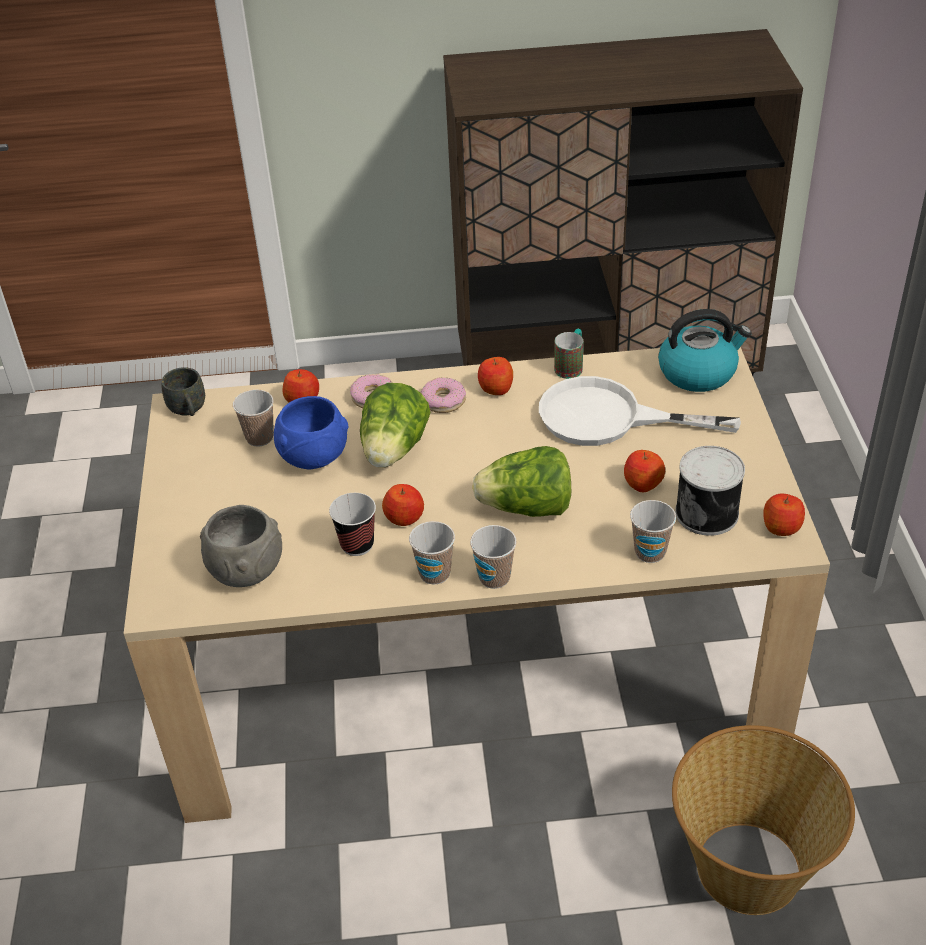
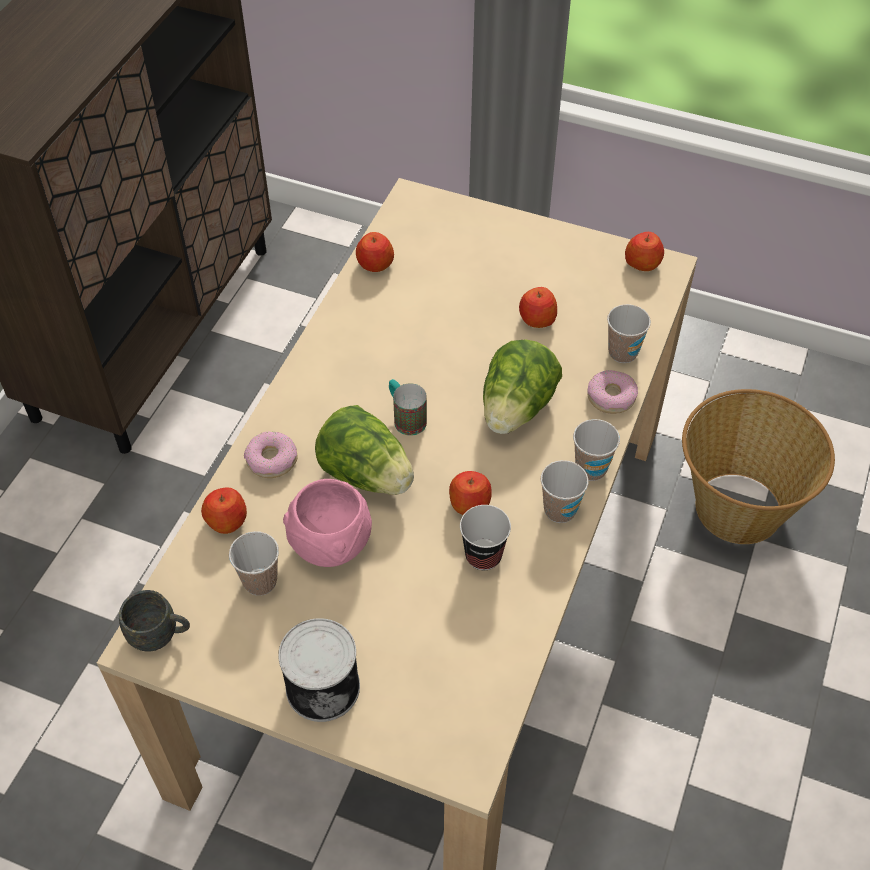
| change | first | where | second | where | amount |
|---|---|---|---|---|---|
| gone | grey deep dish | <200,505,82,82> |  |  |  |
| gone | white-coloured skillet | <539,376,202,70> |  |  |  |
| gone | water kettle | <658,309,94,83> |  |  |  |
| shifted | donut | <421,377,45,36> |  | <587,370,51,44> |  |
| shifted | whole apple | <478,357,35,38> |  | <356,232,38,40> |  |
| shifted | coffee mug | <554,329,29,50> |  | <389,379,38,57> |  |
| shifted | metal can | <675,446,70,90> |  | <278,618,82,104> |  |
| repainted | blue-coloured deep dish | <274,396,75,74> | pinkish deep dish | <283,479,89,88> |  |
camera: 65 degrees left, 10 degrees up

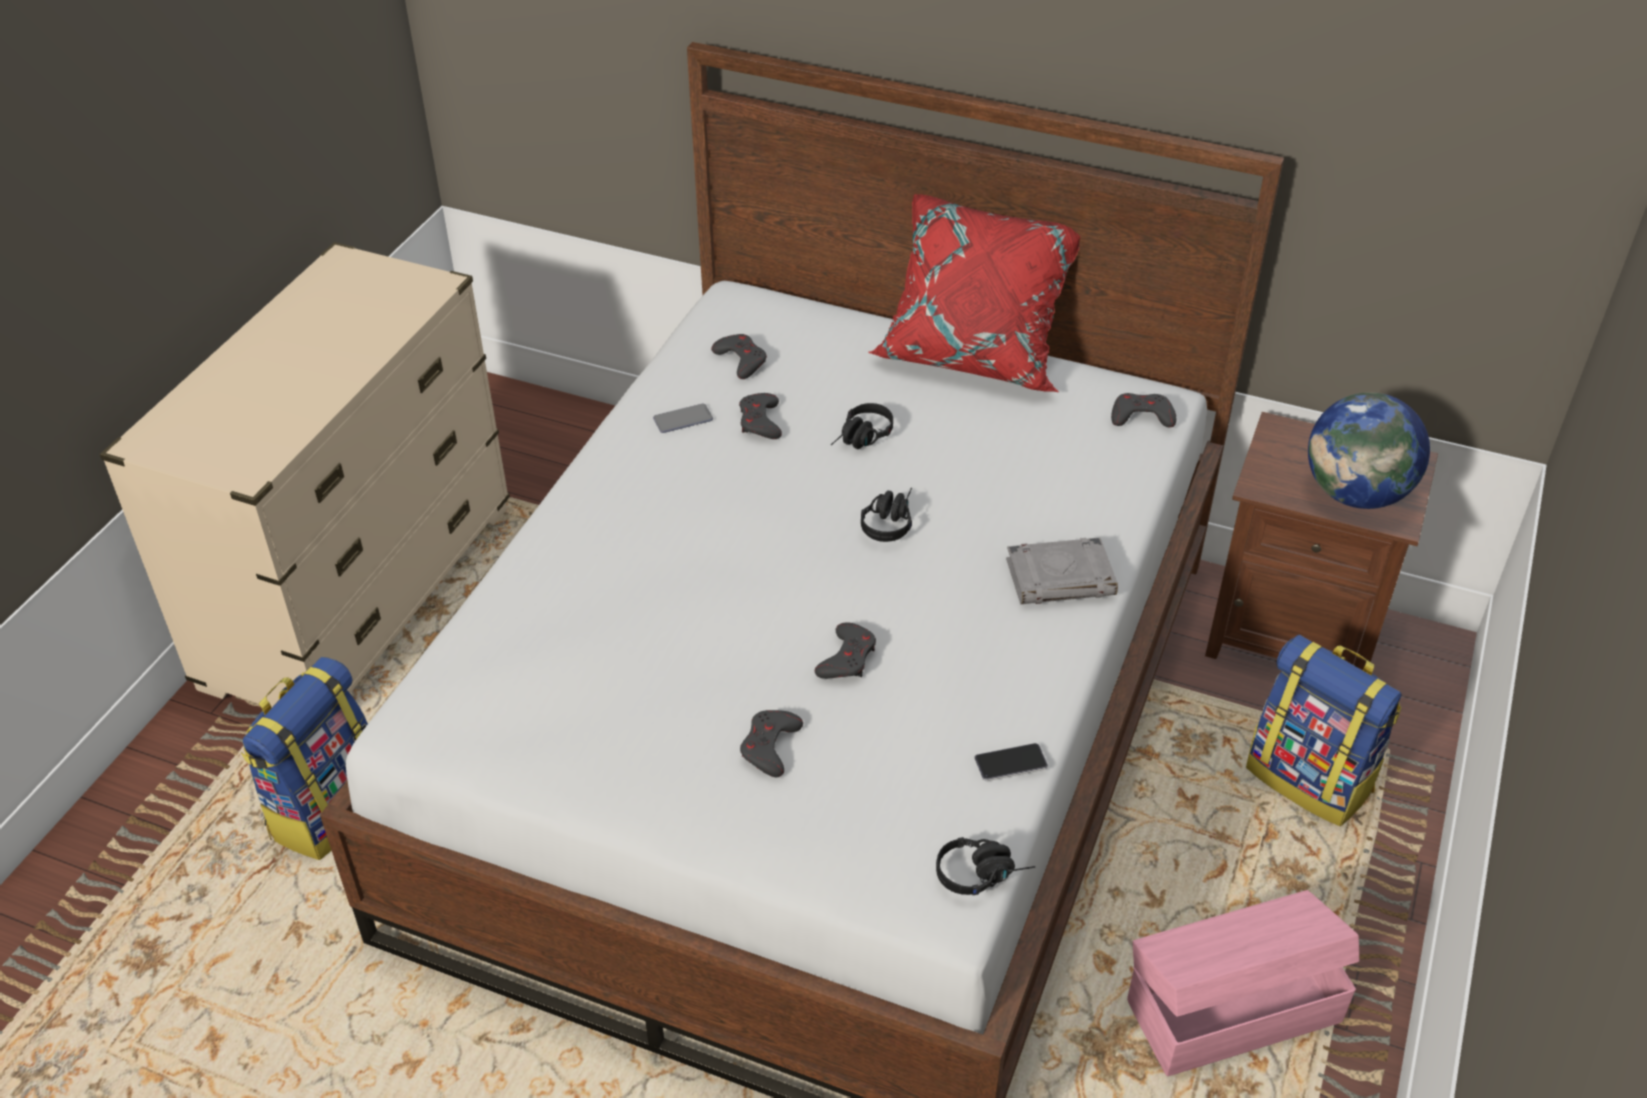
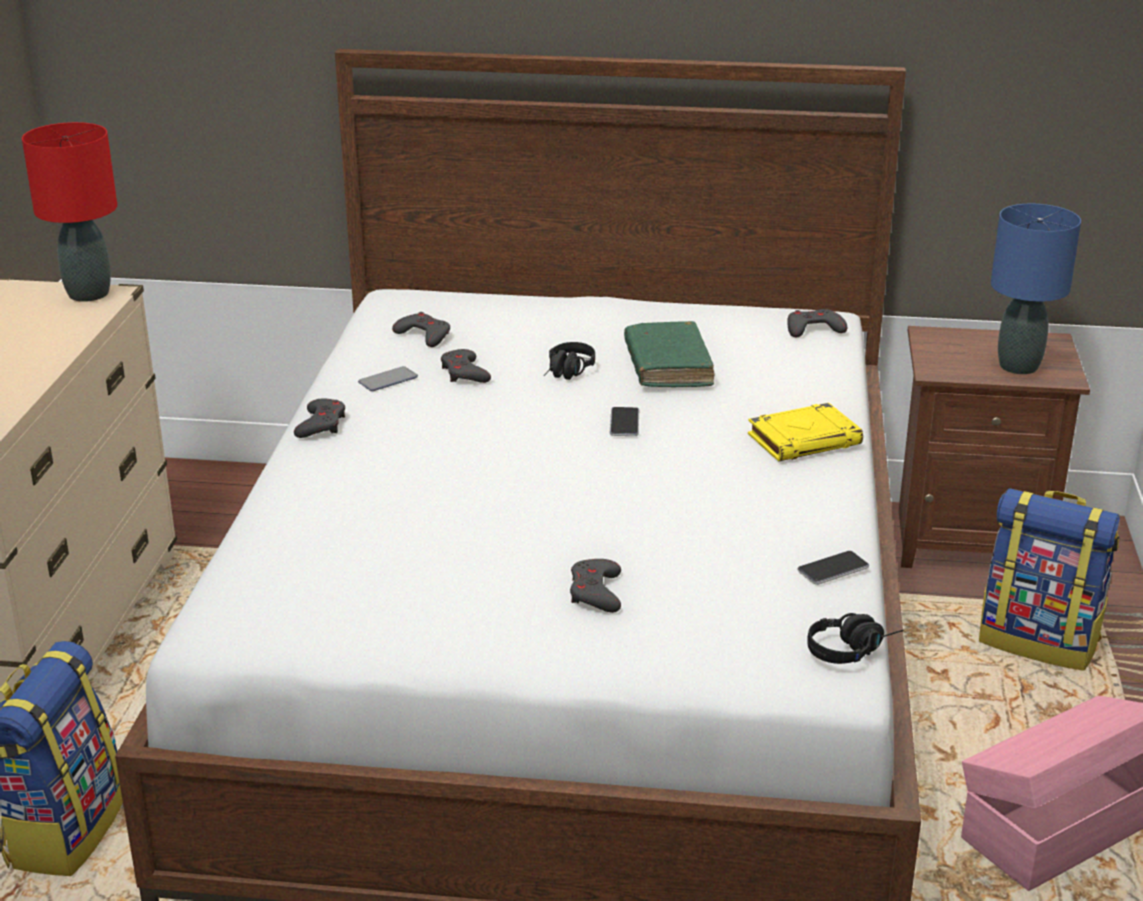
| change | first | where | second | where | amount |
|---|---|---|---|---|---|
| gone | reddish throw pillow | <868,194,212,198> |  |  |  |
| new |  |  | reddish table lamp | <22,122,95,180> |  |
| new |  |  | green book | <624,321,90,66> |  |
| shifted | grey joypad | <815,623,61,56> |  | <294,398,51,40> |  |
| swapped | blackish pair of headphones | <861,488,51,54> | phone | <610,407,29,29> |  |
| swapped | desk globe | <1308,392,122,117> | blue-coloured table lamp | <991,204,90,170> |  |
| repainted | grey book | <1006,538,112,66> | yellow-coloured book | <748,403,115,58> |  |
camera: 15 degrees left, 15 degrees down

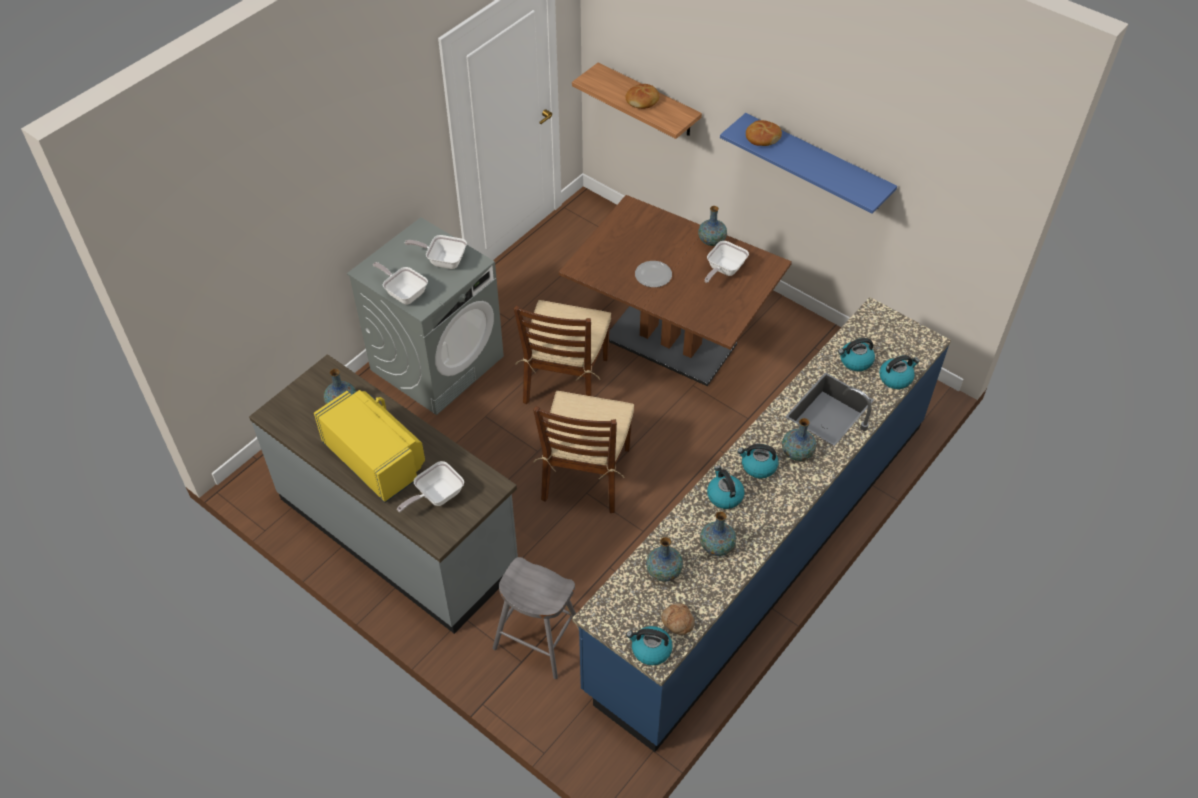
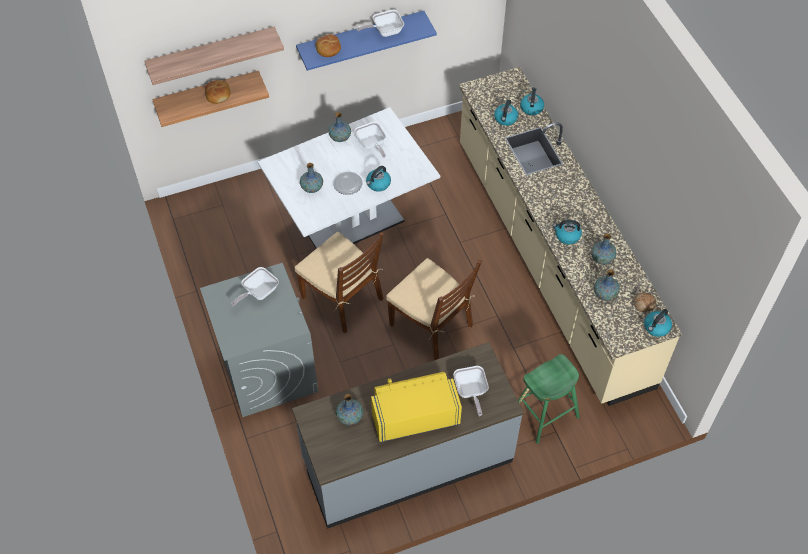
| change | first | where | second | where | amount |
|---|---|---|---|---|---|
| new |  |  | bracket shelf | <144,26,140,59> |  |
| shifted | skillet | <373,262,55,43> |  | <357,10,47,27> |  |
| shifted | water kettle | <738,444,40,35> |  | <366,166,25,25> |  |
| shifted | flower vase | <782,418,34,43> |  | <300,163,23,30> |  |
| repainted | grey sitting stool | <493,557,86,122> | green sitting stool | <518,354,62,90> |  |
| repainted | brownish kitchen table | <559,195,233,191> | white-coloured kitchen table | <258,107,182,142> |  |
| repainted | blue-coloured kitchen base unit | <572,297,379,455> | beige-coloured kitchen base unit | <459,67,223,339> |  |
camera: 60 degrees left, 5 degrees up

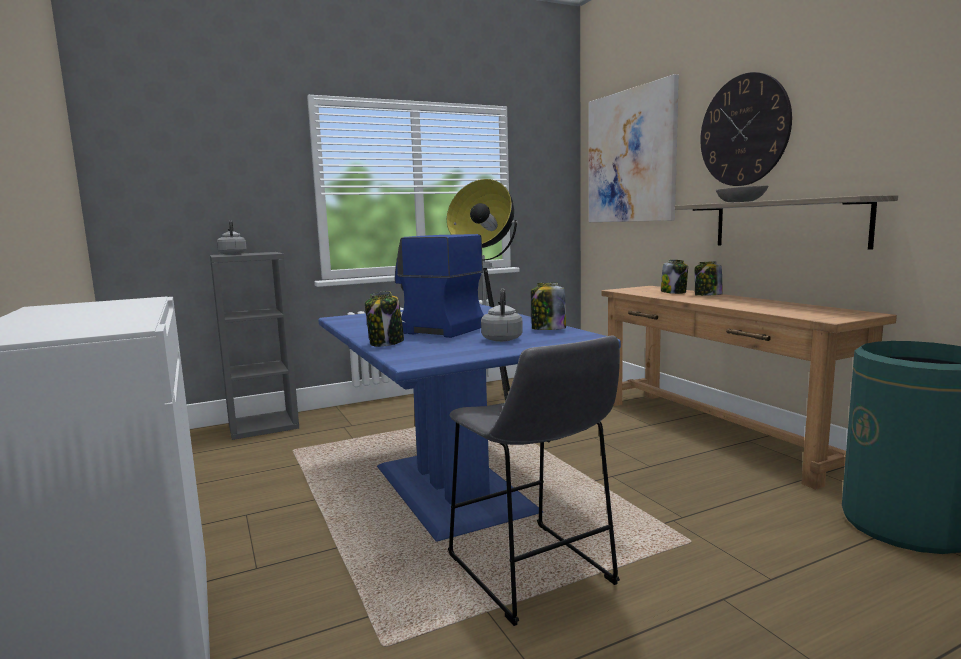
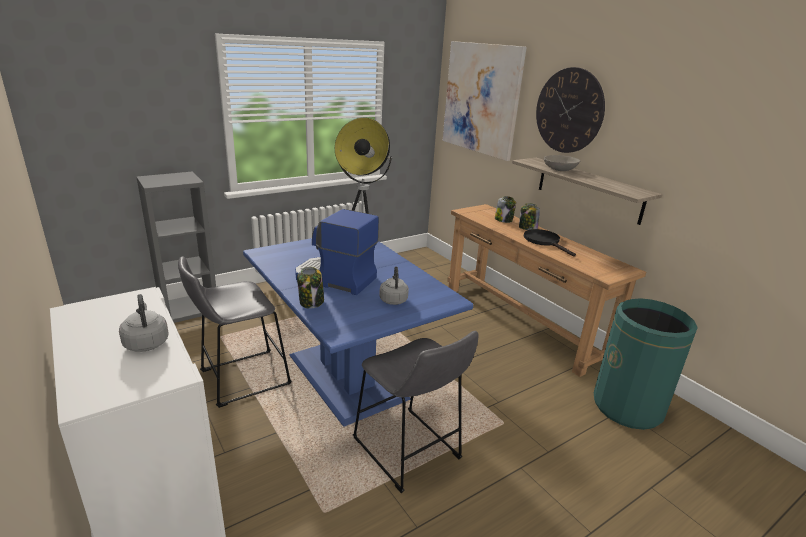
| change | first | where | second | where | amount |
|---|---|---|---|---|---|
| gone | storage jar | <531,282,35,48> |  |  |  |
| new |  |  | grey sitting stool | <178,256,114,152> |  |
| new |  |  | blackish skillet | <524,229,52,28> |  |
| shifted | grey water kettle | <217,220,30,35> |  | <119,294,50,58> |  |
camera: 10 degrees left, 15 degrees up

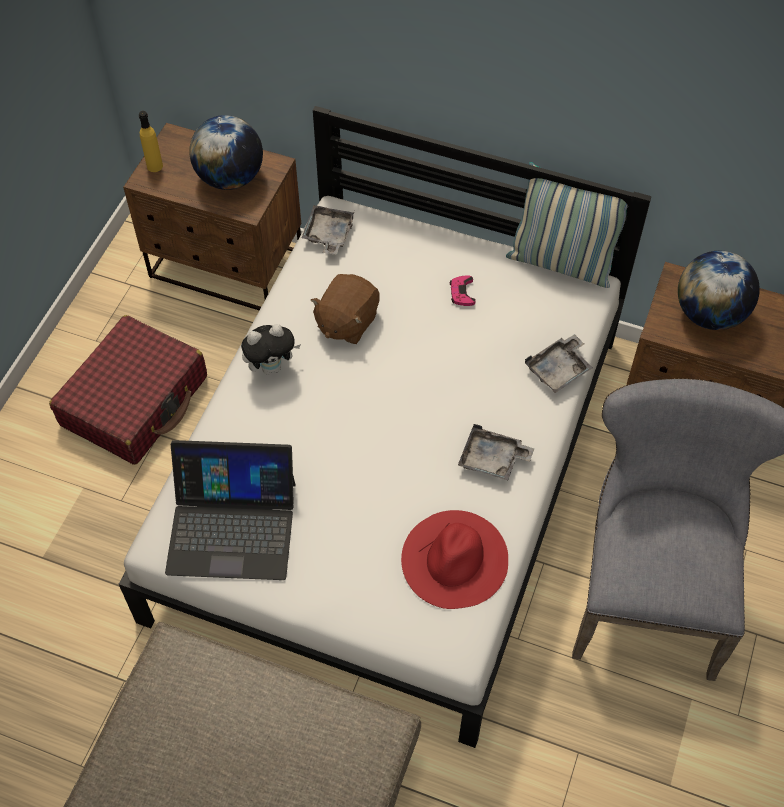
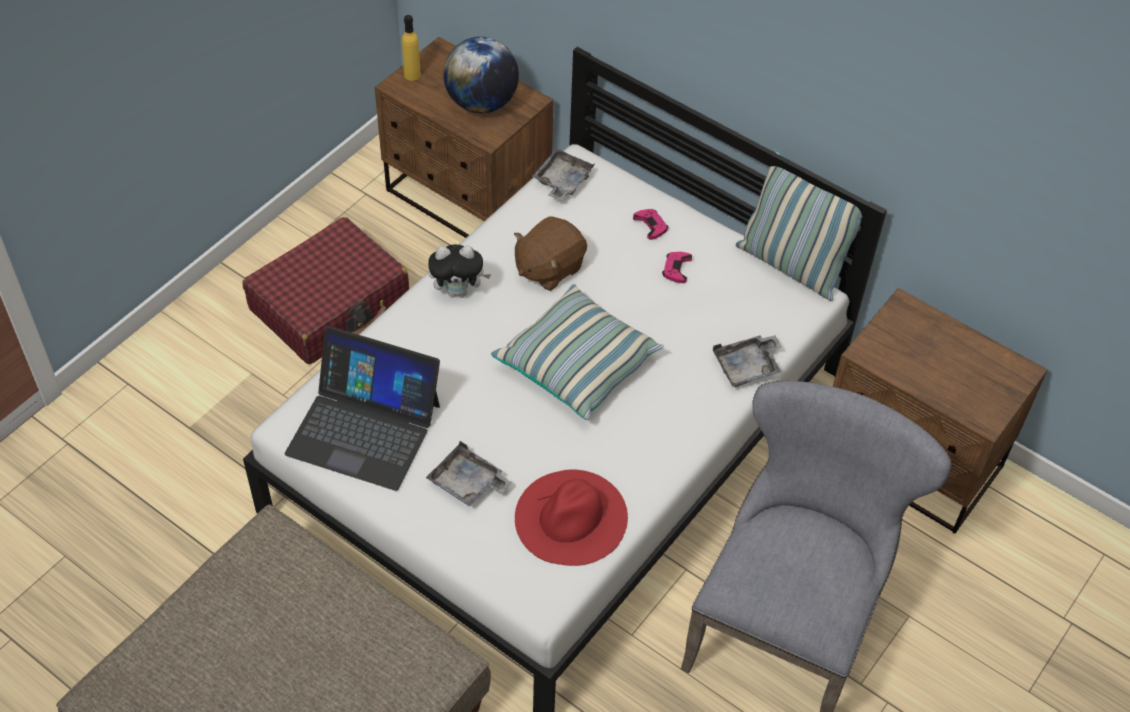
| change | first | where | second | where | amount |
|---|---|---|---|---|---|
| gone | desk globe | <678,251,82,79> |  |  |  |
| new |  |  | throw pillow | <491,284,173,136> |  |
| new |  |  | pinkish joypad | <633,209,35,31> |  |
| shifted | grey carrying tray | <458,424,76,56> |  | <426,441,86,66> |  |
camera: 15 degrees right, 5 degrees down

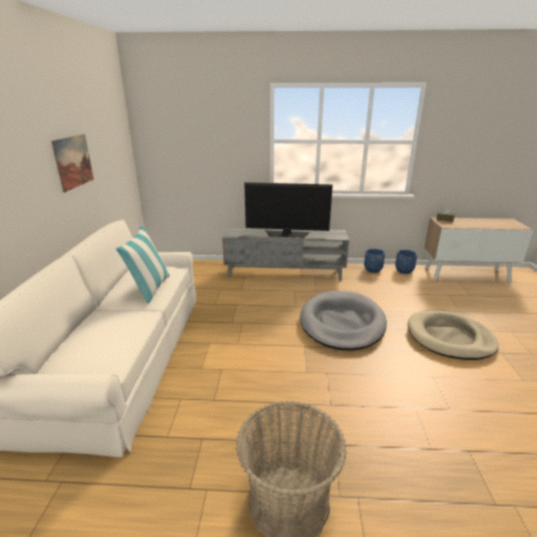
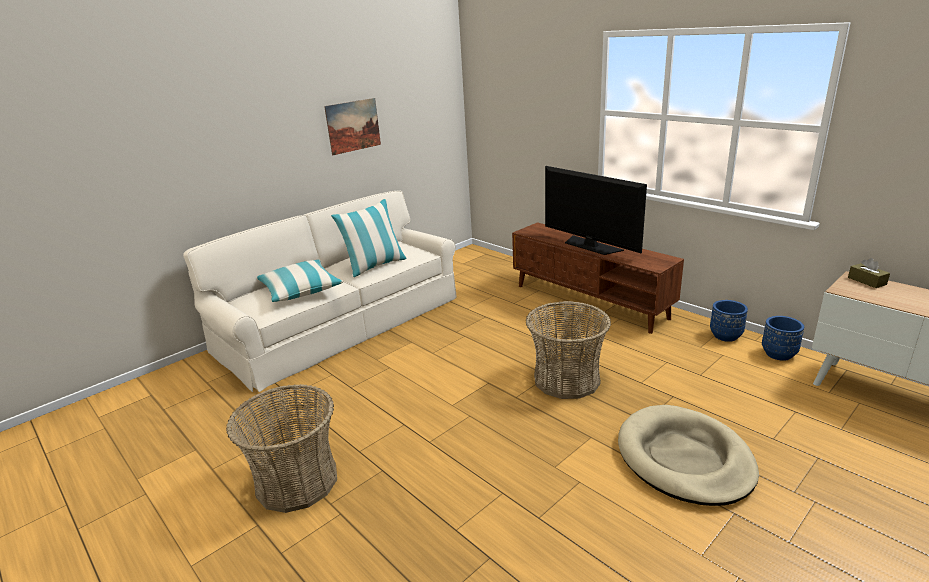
| change | first | where | second | where | amount |
|---|---|---|---|---|---|
| new |  |  | throw pillow | <257,259,86,43> |  |
| swapped | grey dog cushion | <300,291,87,60> | household basket | <526,301,85,98> |  |
| repainted | grey media console | <222,228,127,53> | brownish media console | <512,222,172,112> |  |
camera: 45 degrees right, 0 degrees up

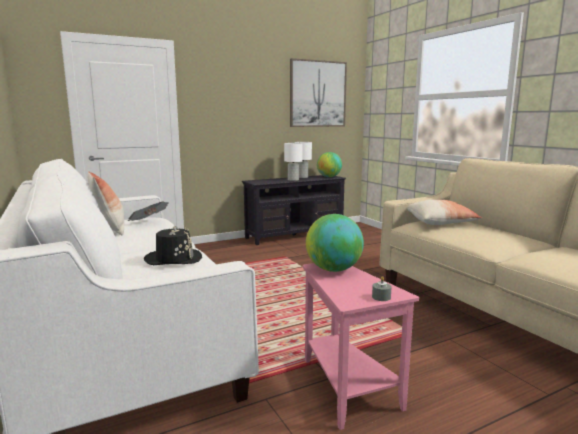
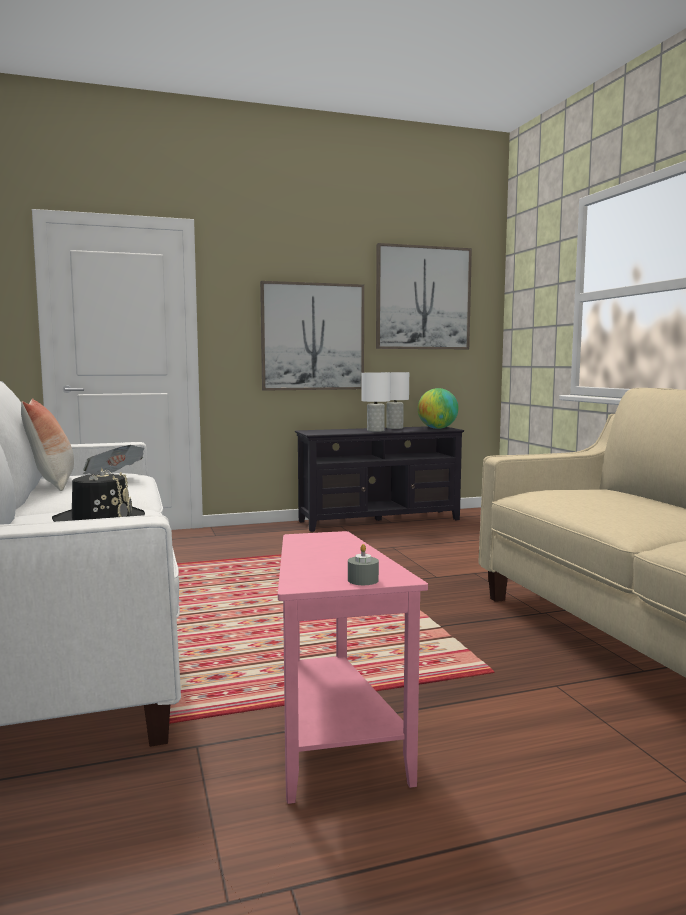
| change | first | where | second | where | amount |
|---|---|---|---|---|---|
| gone | desk globe | <306,214,58,58> |  |  |  |
| gone | throw pillow | <408,199,74,26> |  |  |  |
| new |  |  | picture | <260,281,104,110> |  |
camera: 10 degrees right, 5 degrees down

